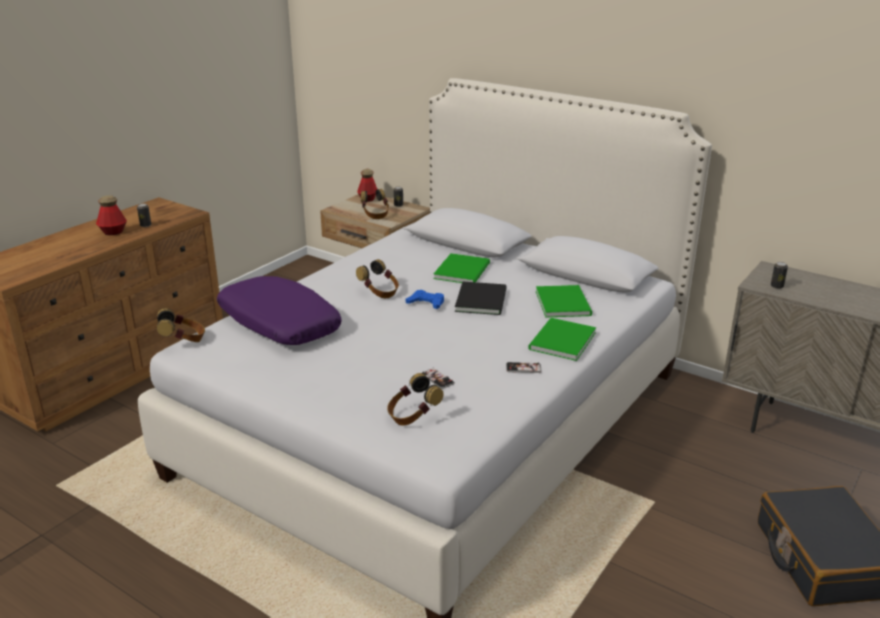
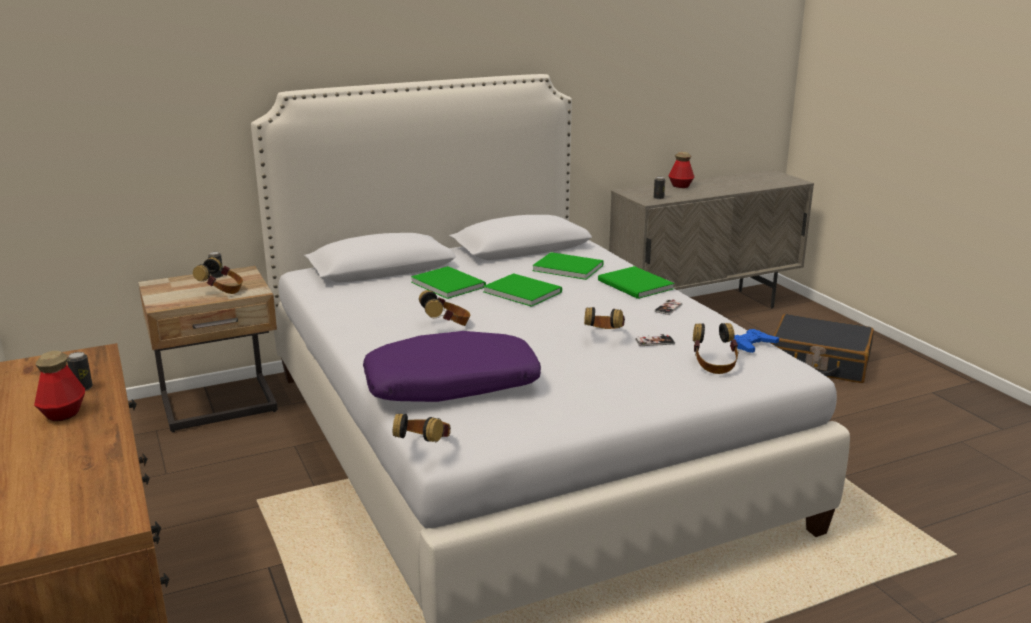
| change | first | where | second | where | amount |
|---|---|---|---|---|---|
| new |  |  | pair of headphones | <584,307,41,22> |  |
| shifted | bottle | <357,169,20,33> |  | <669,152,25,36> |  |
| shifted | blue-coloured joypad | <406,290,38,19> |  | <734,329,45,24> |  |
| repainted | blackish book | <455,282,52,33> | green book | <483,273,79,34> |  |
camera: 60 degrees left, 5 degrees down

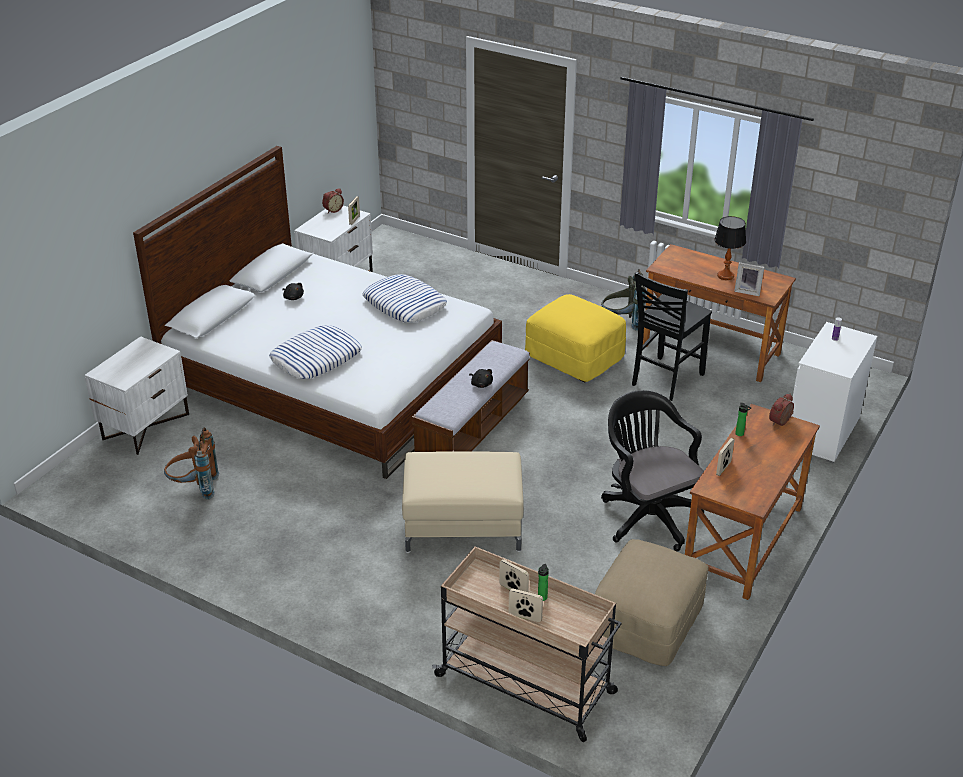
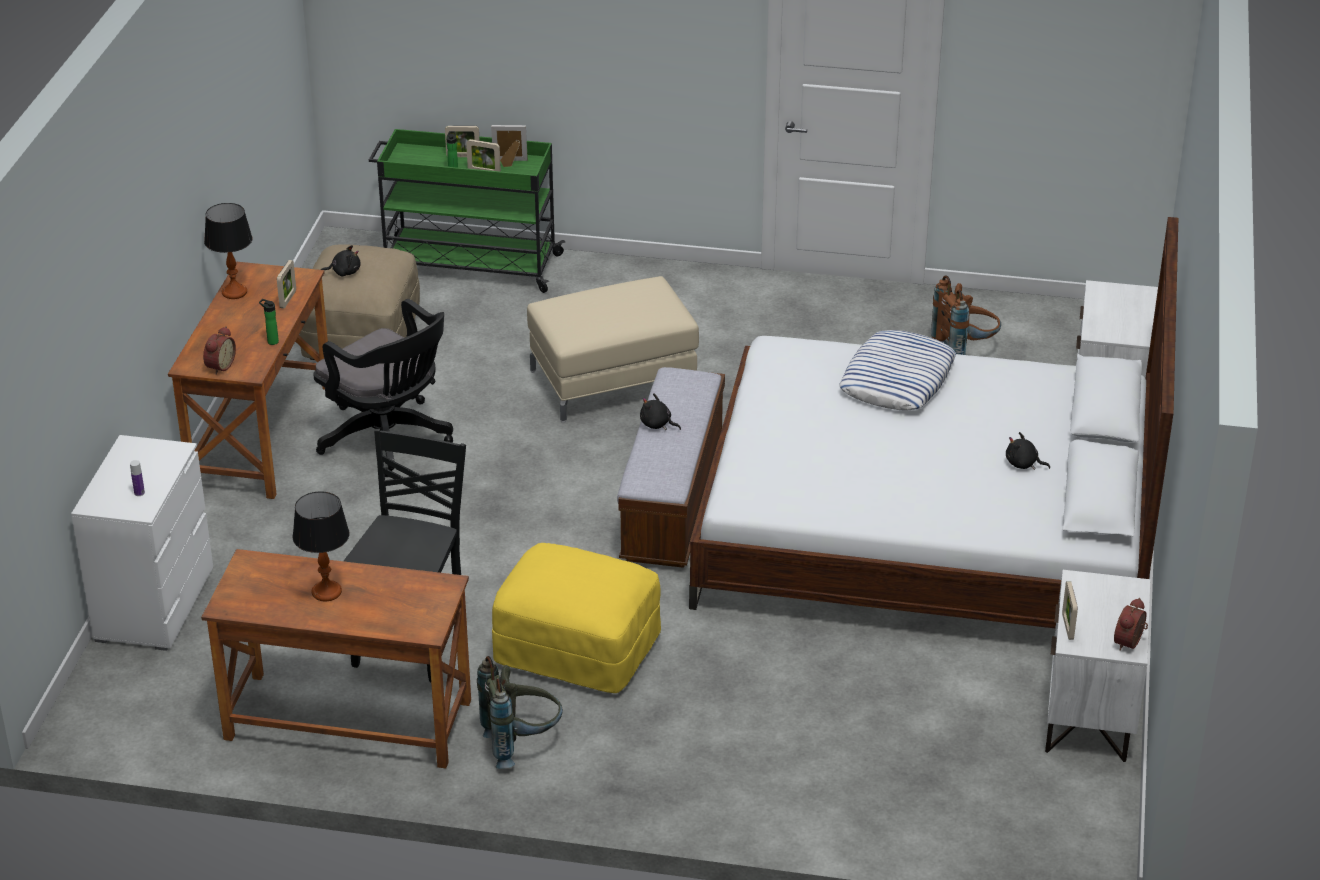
| change | first | where | second | where | amount |
|---|---|---|---|---|---|
| gone | throw pillow | <362,274,85,48> |  |  |  |
| new |  |  | table lamp | <204,203,49,96> |  |
| new |  |  | blackish soft toy | <321,245,40,31> |  |
| shifted | photo frame | <734,262,30,34> |  | <491,125,37,42> |  |
| repainted | beige-coloured wheeled cart | <432,546,190,196> | green wheeled cart | <369,129,196,164> |  |
camera: 160 degrees right, 0 degrees up

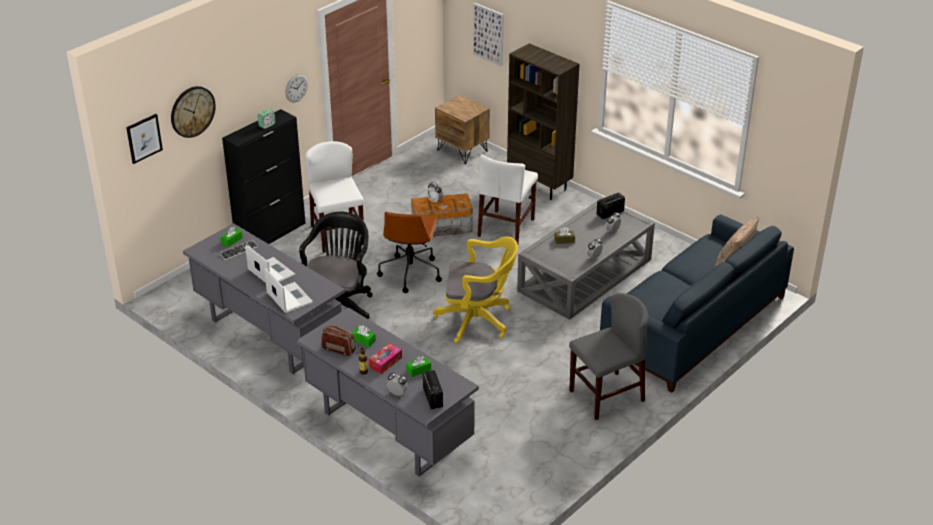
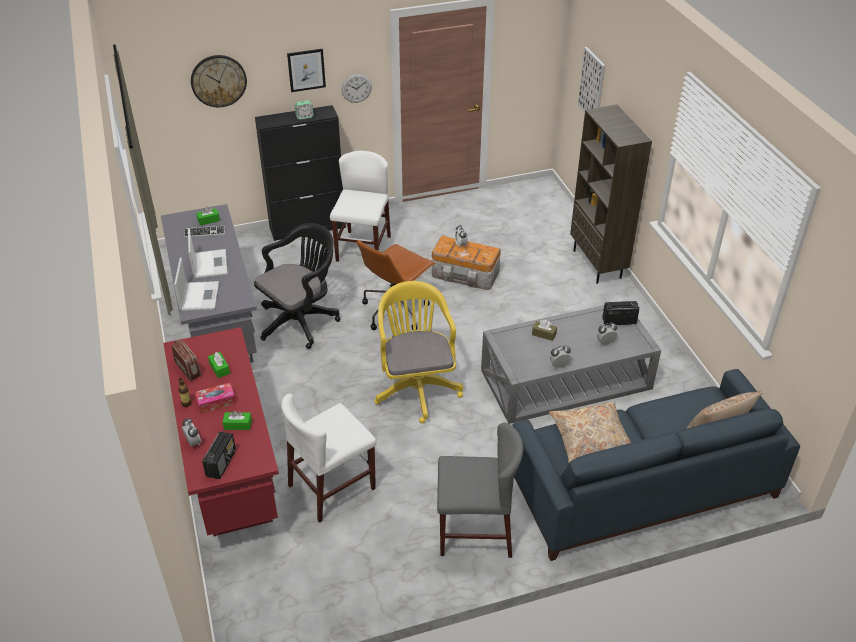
| change | first | where | second | where | amount |
|---|---|---|---|---|---|
| gone | brownish bedside table | <435,95,55,69> |  |  |  |
| new |  |  | beige-coloured throw pillow | <549,402,83,61> |  |
| shifted | picture | <126,114,37,50> |  | <287,49,39,43> |  |
| shifted | white-coloured upright chair | <478,154,60,90> |  | <281,394,95,129> |  |
| repainted | grey desk table | <297,307,182,170> | reddish desk table | <164,327,115,209> |  |
| rotated | yellow-coloured office chair | <433,236,85,107> |  | <374,281,89,142> | 135 degrees counterclockwise |
camera: 30 degrees right, 5 degrees up

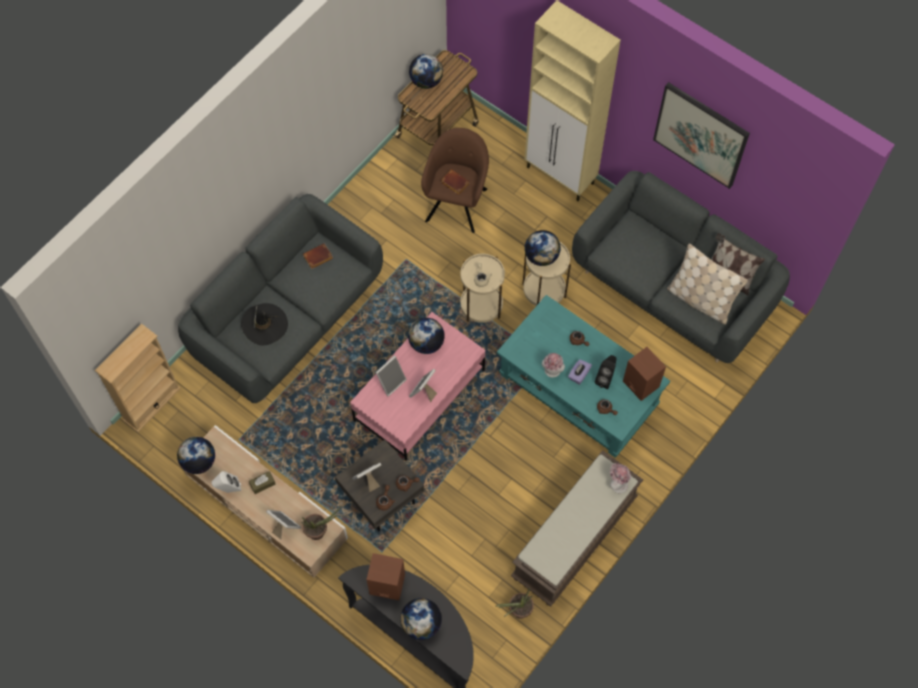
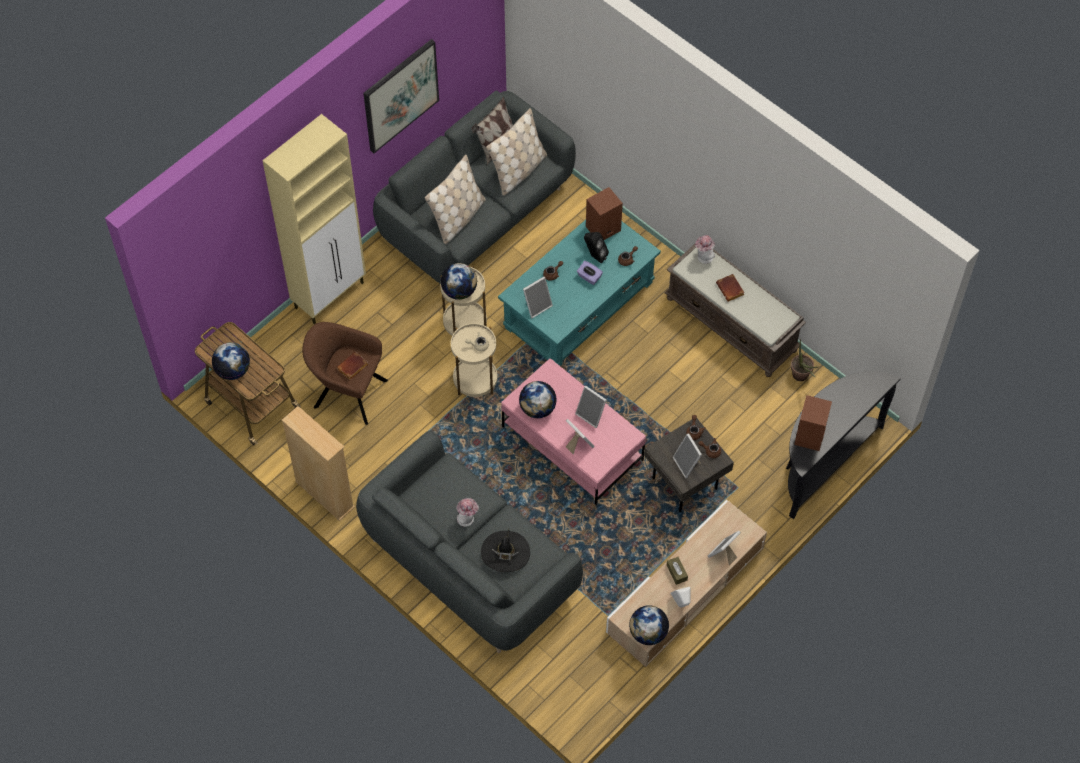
| change | first | where | second | where | amount |
|---|---|---|---|---|---|
| gone | plant in a pot | <301,506,40,34> |  |  |  |
| gone | desk globe | <400,598,42,42> |  |  |  |
| new |  |  | beige-coloured throw pillow | <425,155,61,89> |  |
| new |  |  | photo frame | <523,277,30,41> |  |
| shifted | beige-coloured shelving unit | <95,323,86,109> |  | <282,406,73,115> |  |
| shifted | brownish book | <303,243,30,26> |  | <716,274,29,28> |  |
| shifted | hat | <542,353,23,25> |  | <457,498,22,29> |  |
camera: 85 degrees left, 5 degrees down

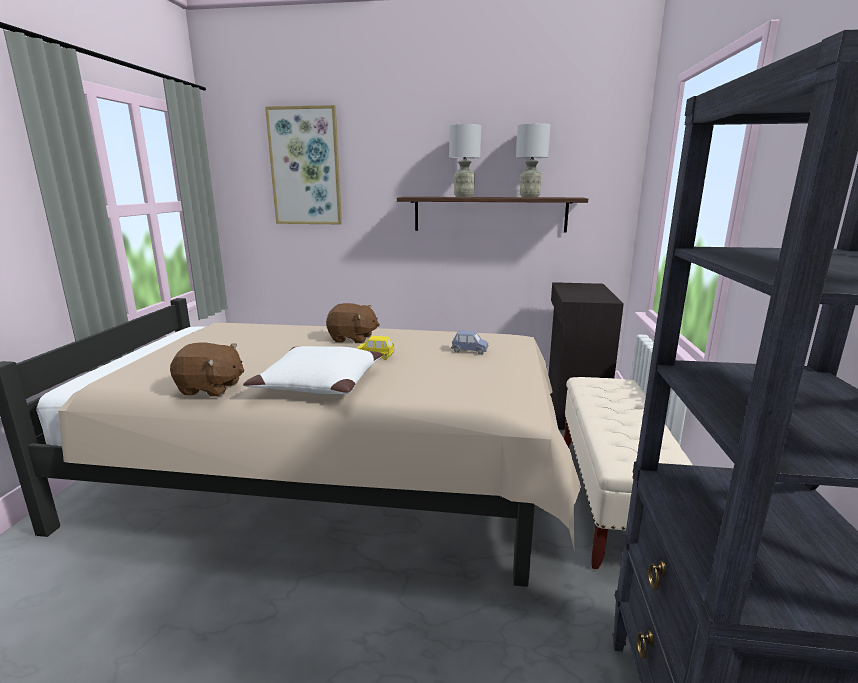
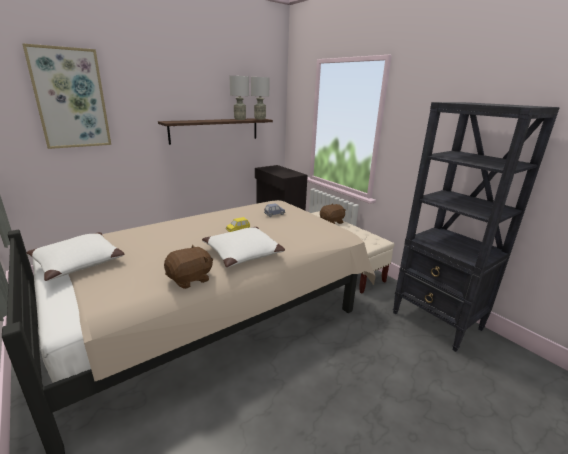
| change | first | where | second | where | amount |
|---|---|---|---|---|---|
| new |  |  | white-coloured throw pillow | <26,232,98,49> |  |
| shifted | brownish soft toy | <326,303,54,40> |  | <320,204,26,20> |  |
| shifted | grey table lamp | <449,124,32,73> |  | <251,77,19,43> |  |
camera: 45 degrees left, 5 degrees up

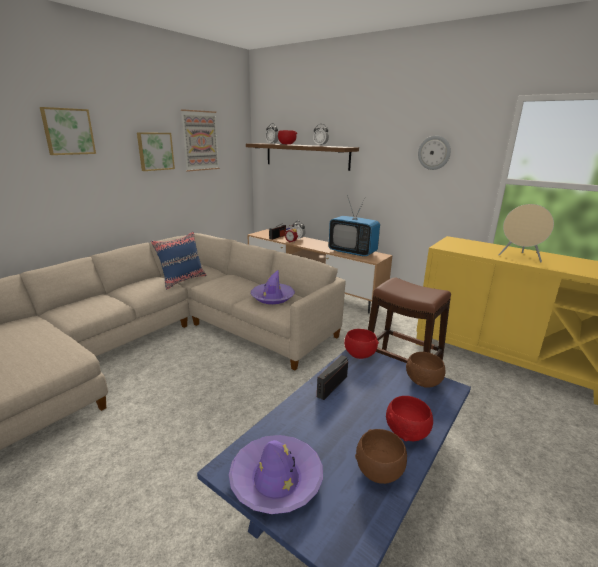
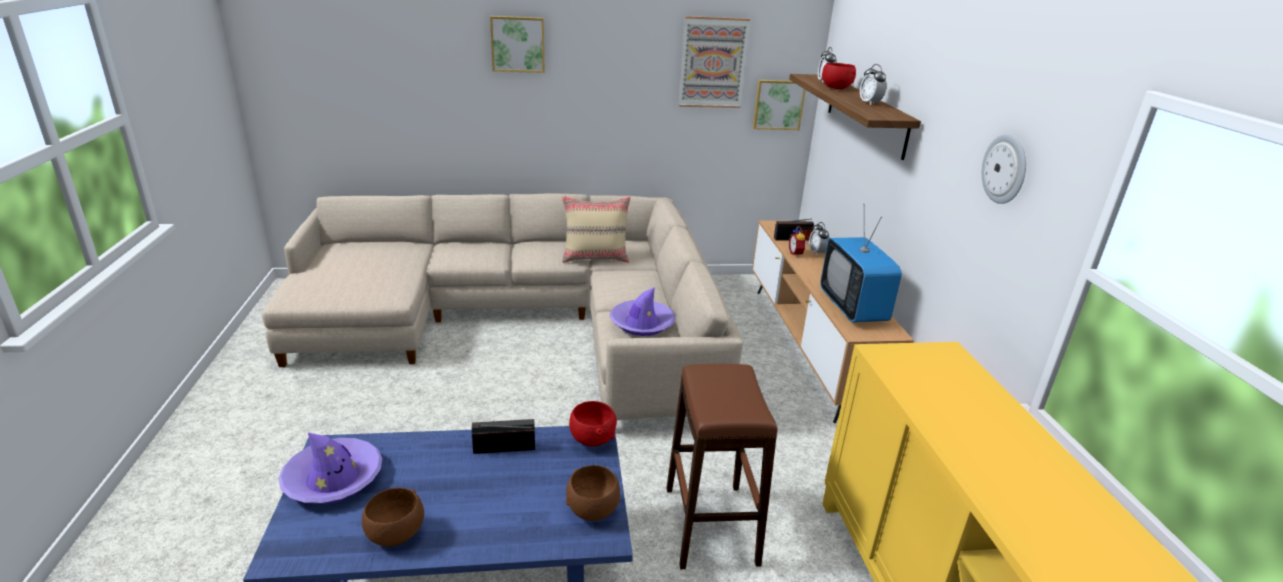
| change | first | where | second | where | amount |
|---|---|---|---|---|---|
| gone | reddish deep dish | <386,396,47,45> |  |  |  |
| gone | beige-coloured speaker | <499,204,55,58> |  |  |  |
| shifted | picture | <137,132,38,39> |  | <753,80,53,50> |  |
| repainted | blue-coloured throw pillow | <151,231,56,58> | beige-coloured throw pillow | <562,196,68,67> |  |
camera: 45 degrees right, 5 degrees up

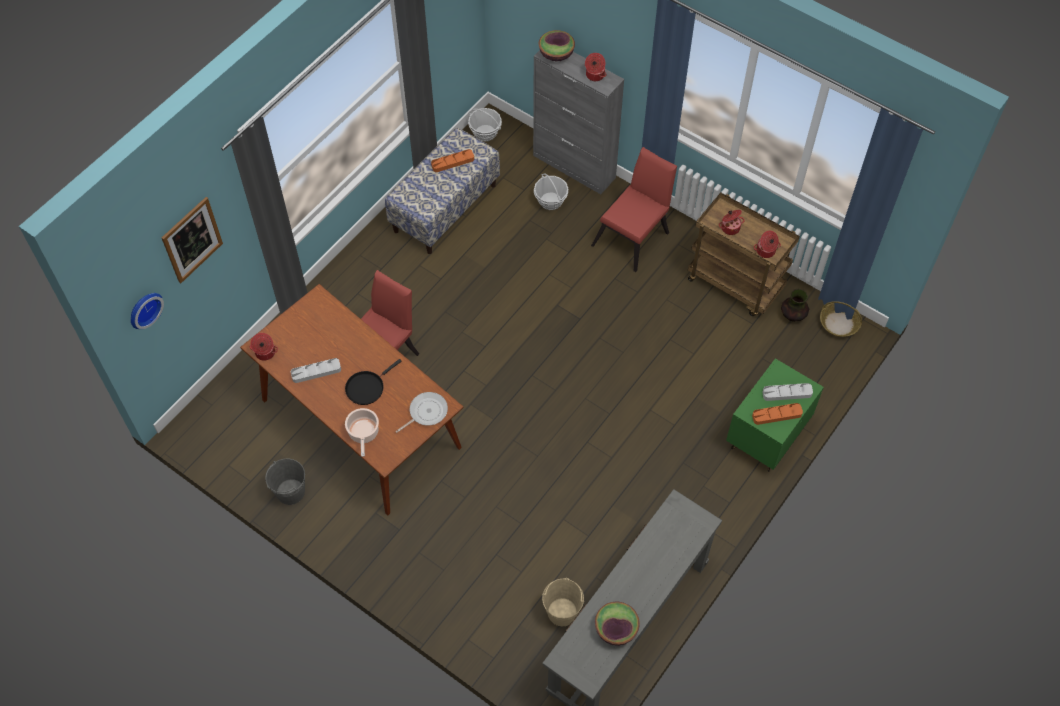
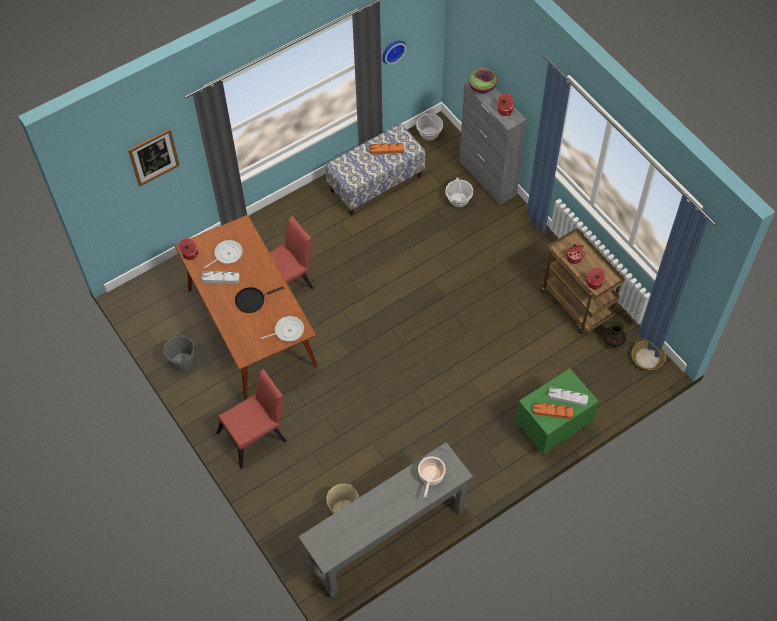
| change | first | where | second | where | amount |
|---|---|---|---|---|---|
| gone | deep dish | <595,602,45,44> |  |  |  |
| new |  |  | skillet | <203,240,40,29> |  |
| shifted | clock on the wall | <131,293,33,36> |  | <382,40,25,25> |  |
| shifted | stockpot | <345,408,34,49> |  | <418,456,28,41> |  |
| shifted | reddish upright chair | <591,147,86,125> |  | <217,369,70,100> |  |
camera: 20 degrees right, 0 degrees up

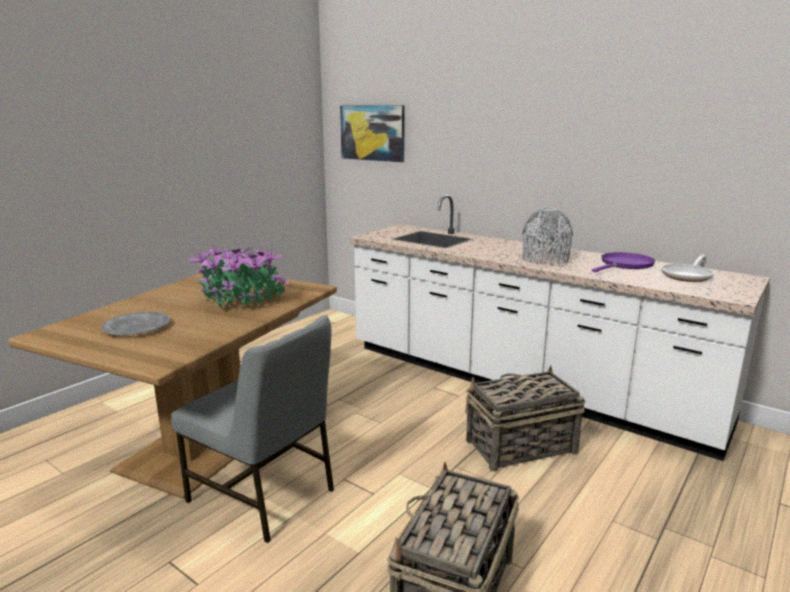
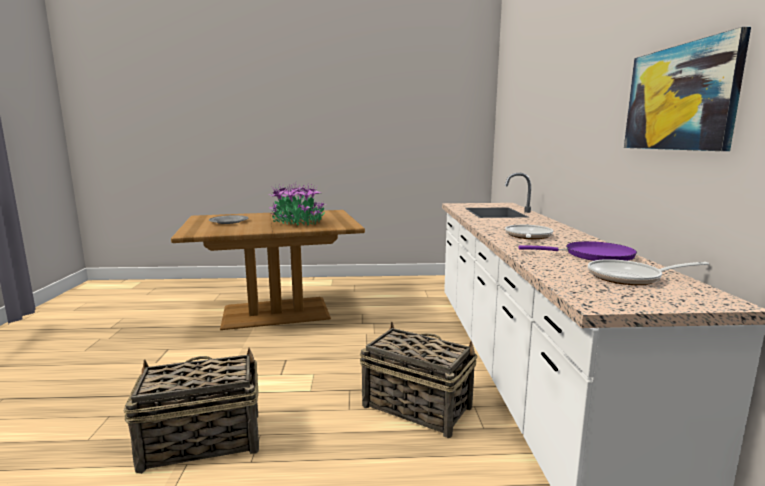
| change | first | where | second | where | amount |
|---|---|---|---|---|---|
| gone | grey upright chair | <171,315,163,228> |  |  |  |
| shifted | picture | <340,105,65,57> |  | <624,27,127,124> |  |
| swapped | grey flower vase | <522,208,51,56> | skillet | <505,225,48,14> |  |
camera: 50 degrees right, 5 degrees down

